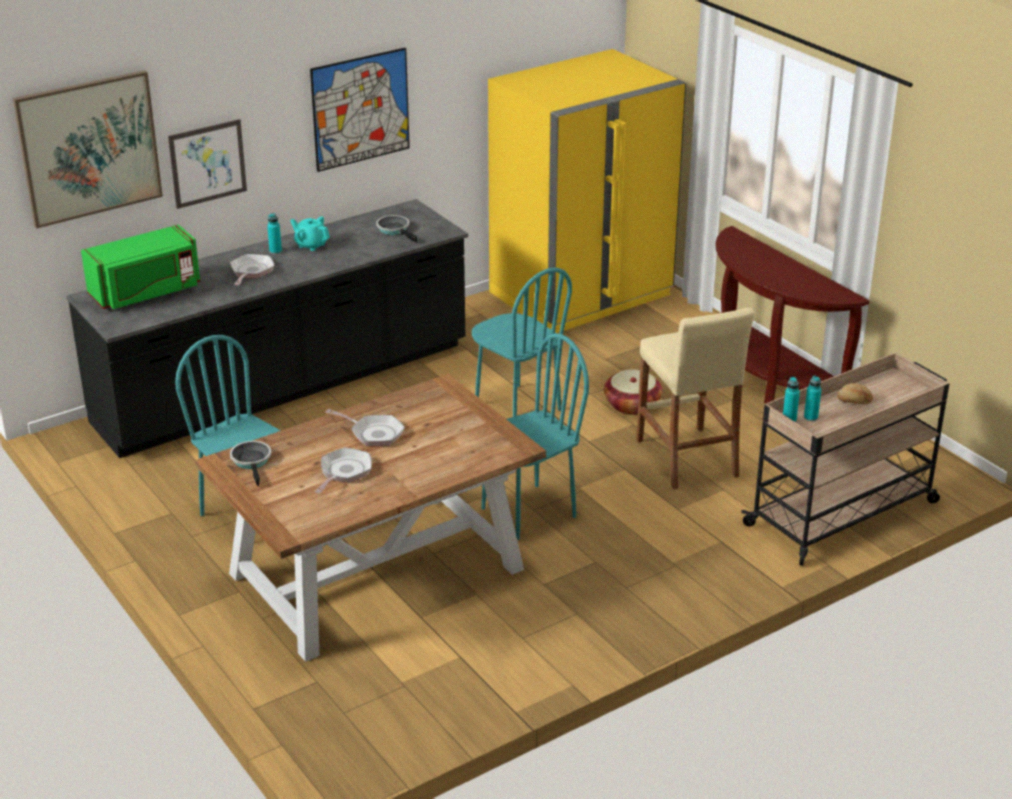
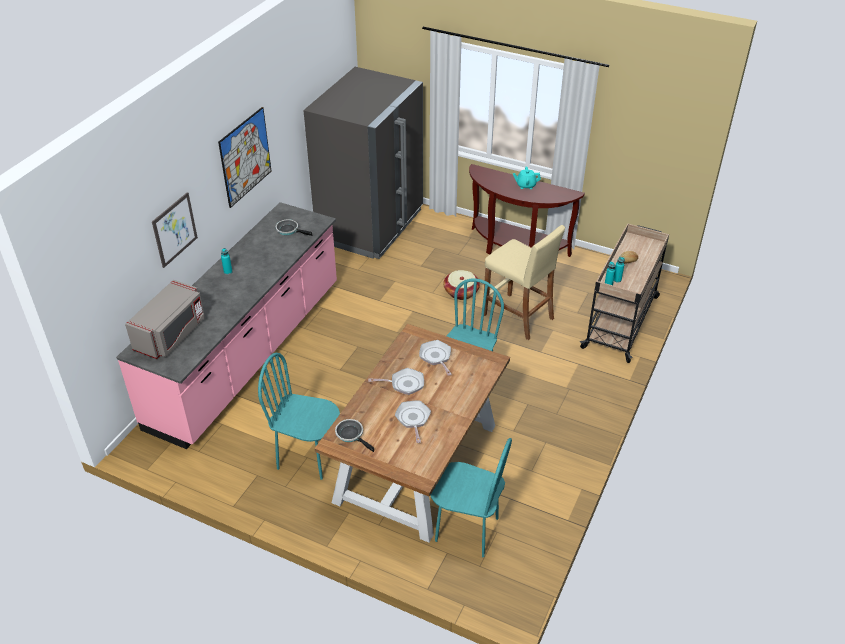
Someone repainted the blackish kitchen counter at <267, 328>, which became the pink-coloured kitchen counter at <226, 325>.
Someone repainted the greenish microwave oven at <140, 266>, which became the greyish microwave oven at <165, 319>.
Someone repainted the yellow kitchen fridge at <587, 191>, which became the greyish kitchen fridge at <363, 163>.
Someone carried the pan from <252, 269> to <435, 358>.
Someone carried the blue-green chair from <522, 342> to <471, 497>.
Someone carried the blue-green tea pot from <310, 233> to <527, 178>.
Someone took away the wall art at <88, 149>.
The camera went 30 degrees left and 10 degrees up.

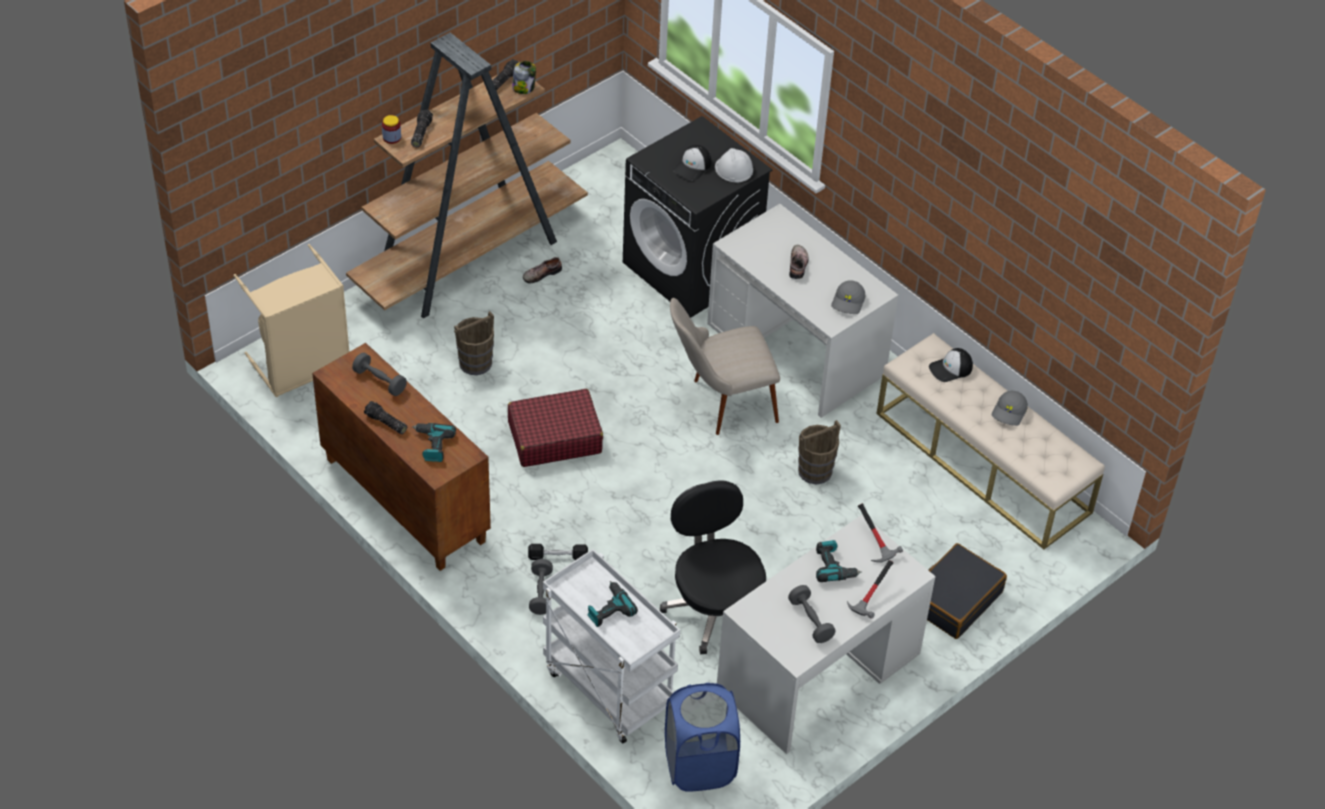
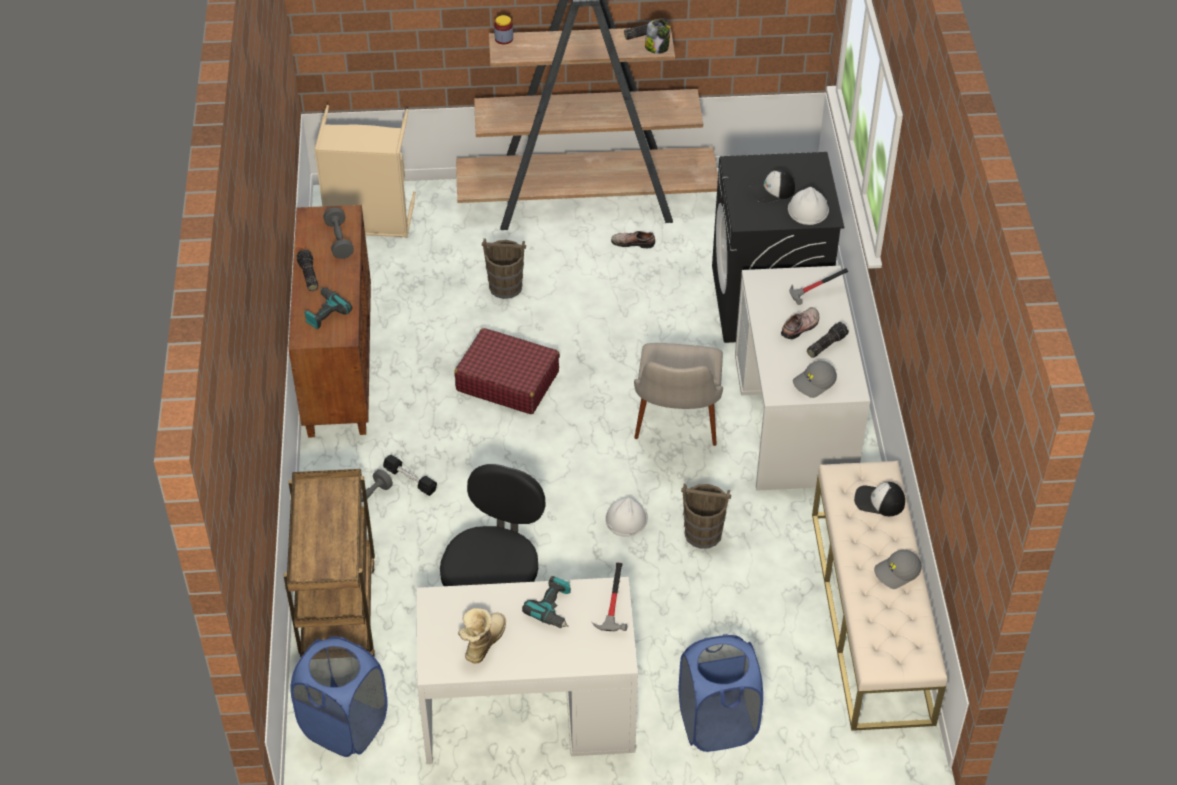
Someone repainted the whitish wheeled cart at <611, 646>, which became the brownish wheeled cart at <329, 563>.
Someone swapped the greyish hand weight at <812, 614> for the high-top boot at <482, 636>.
Someone put down the whitish hard hat at <626, 517>.
Someone rotated the beige chair at <725, 366> by 105 degrees counterclockwise.
Someone swapped the blackish suitcase at <967, 591> for the blue-coloured washing basket at <721, 693>.
Someone carried the tool hammer from <870, 589> to <818, 286>.
Someone carried the flashlight from <422, 128> to <828, 340>.
Someone took away the drill at <613, 604>.
The camera went 40 degrees right and 0 degrees up.

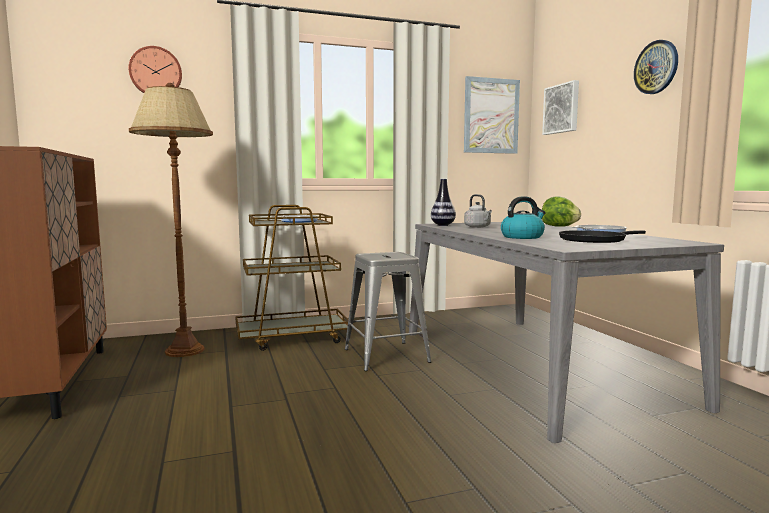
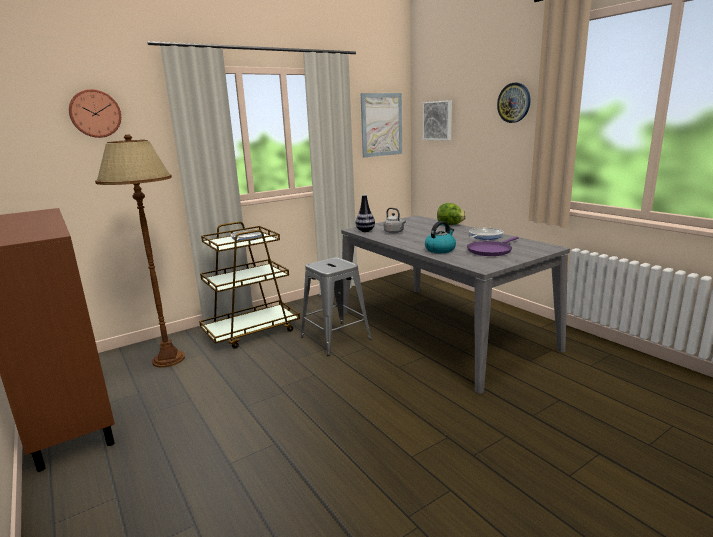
Someone repainted the blackish pan at <602, 236>, which became the purple pan at <493, 246>.
The camera went 15 degrees left and 10 degrees up.

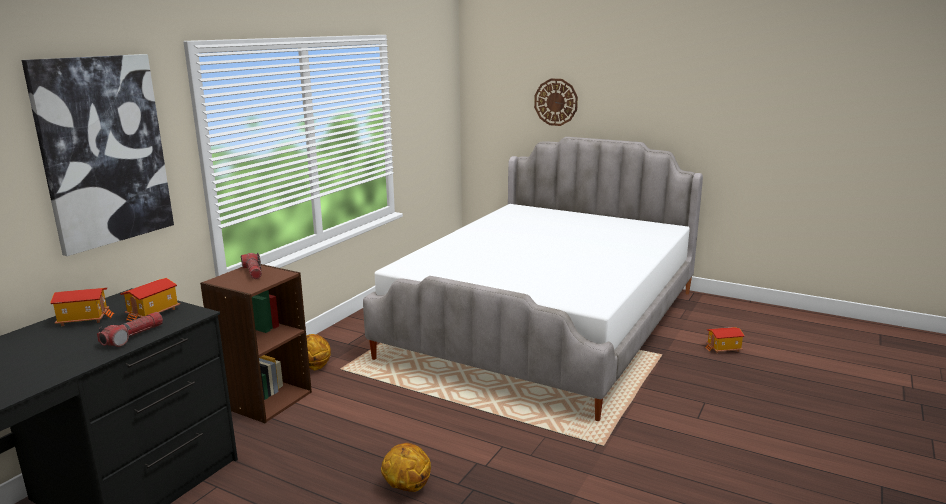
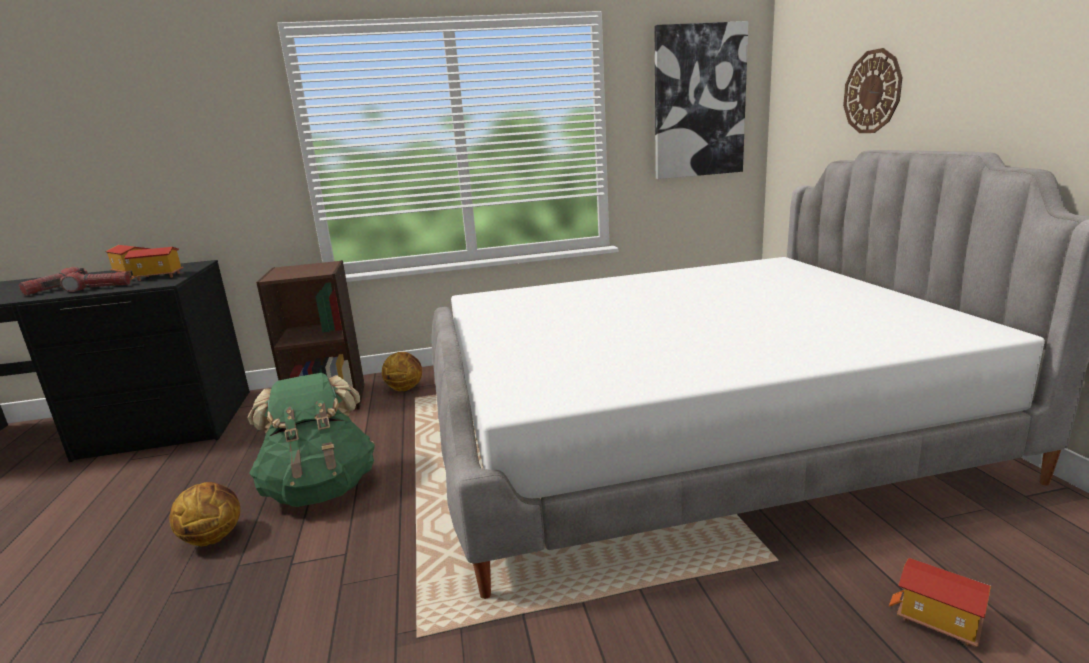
Someone carried the flashlight from <251, 265> to <53, 281>.
Someone put down the greenish rucksack at <311, 440>.
Someone carried the wall art from <98, 155> to <701, 100>.
The camera went 50 degrees right and 0 degrees up.

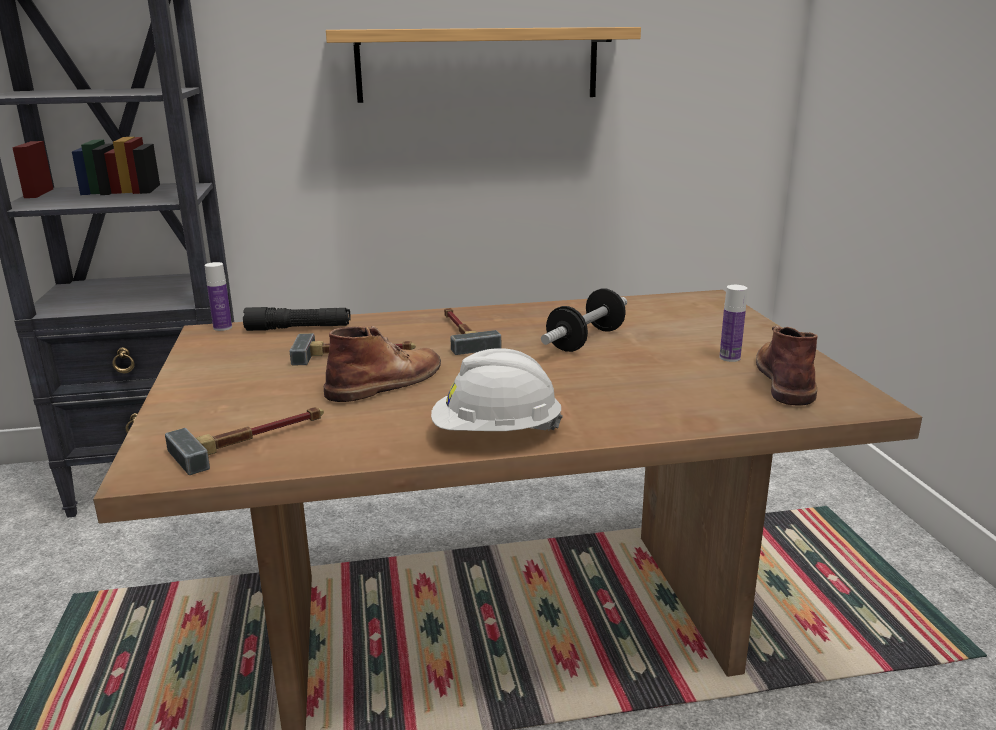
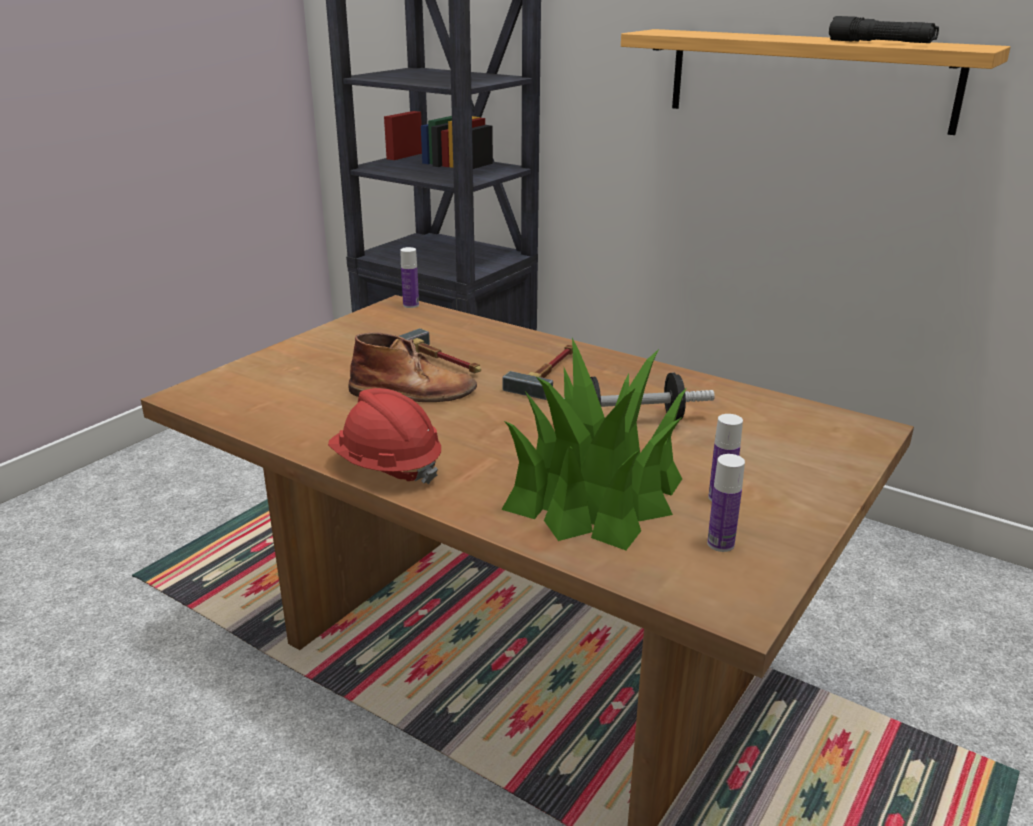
Someone repainted the whitish hard hat at <497, 389>, which became the red hard hat at <384, 436>.
Someone put down the plant in a pot at <593, 444>.
Someone swapped the brownish high-top boot at <787, 366> for the beverage bottle at <726, 503>.
Someone carried the blackish flashlight from <297, 319> to <884, 29>.
Someone took away the tool hammer at <244, 441>.
The camera went 45 degrees right and 5 degrees up.

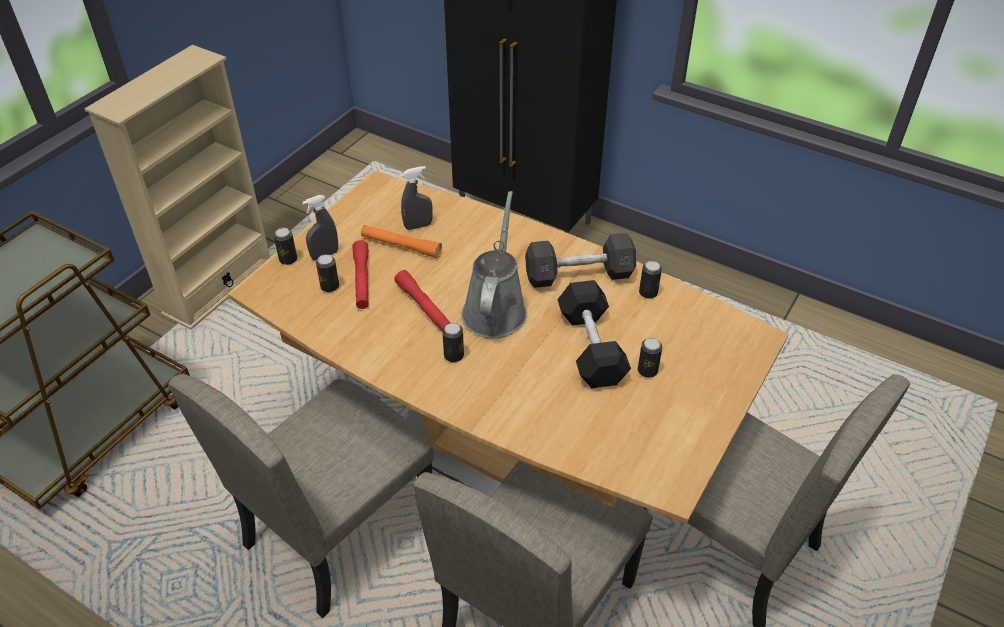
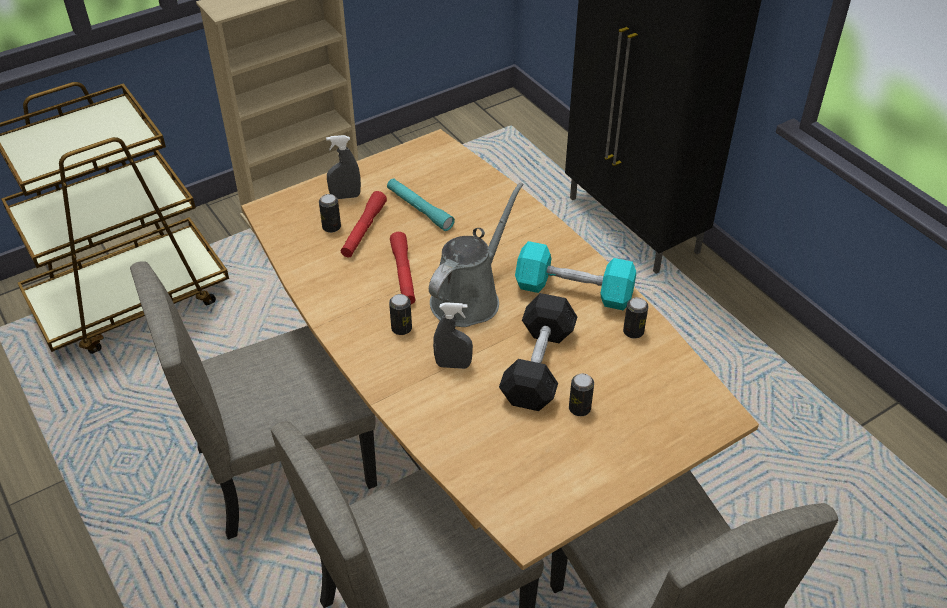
Someone repainted the orange-coloured flashlight at <401, 241>, which became the blue-green flashlight at <421, 204>.
Someone carried the greyish hand sprayer from <417, 198> to <453, 335>.
Someone repainted the greyish hand weight at <580, 260>, which became the blue-green hand weight at <575, 275>.
Someone took away the can at <285, 246>.
The camera went 25 degrees right and 0 degrees up.

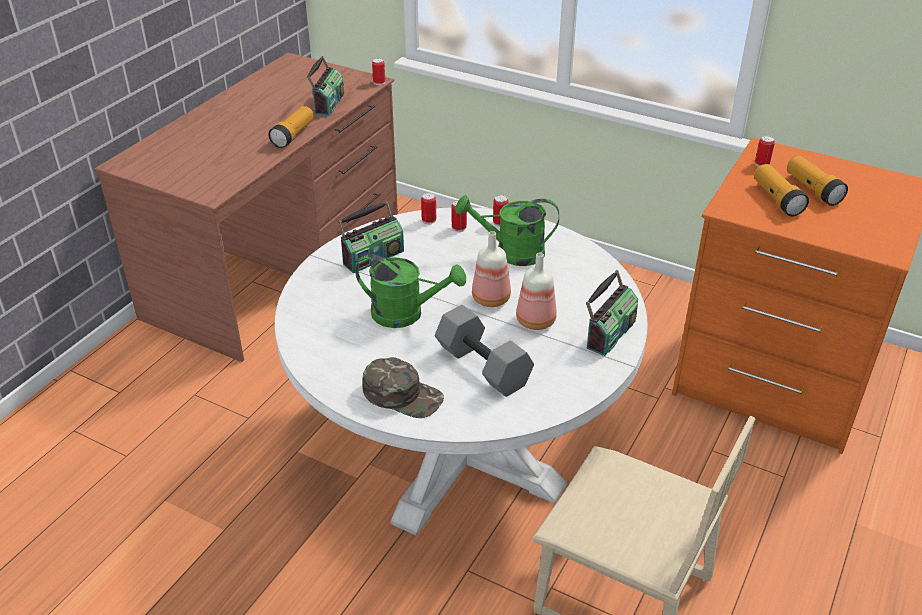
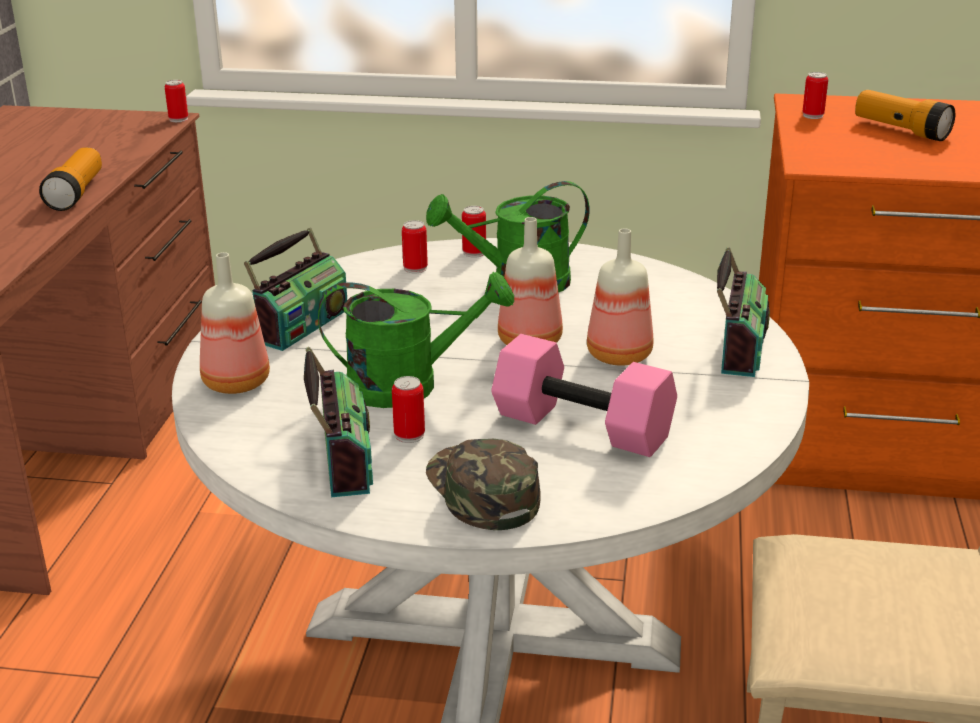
Someone put down the beverage bottle at <235, 323>.
Someone carried the radio set from <325, 86> to <338, 422>.
Someone carried the can from <428, 208> to <408, 409>.
Someone rotated the greenish baseball cap at <403, 387> by 120 degrees counterclockwise.
Someone repainted the greyish hand weight at <484, 351>, which became the pink-coloured hand weight at <584, 395>.
Someone took away the flashlight at <781, 190>.
The camera went 20 degrees left and 10 degrees down.

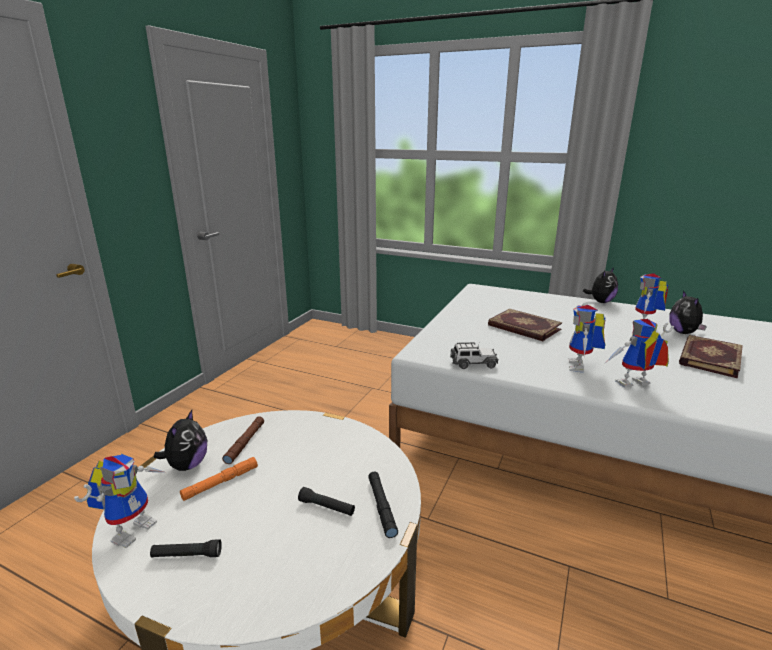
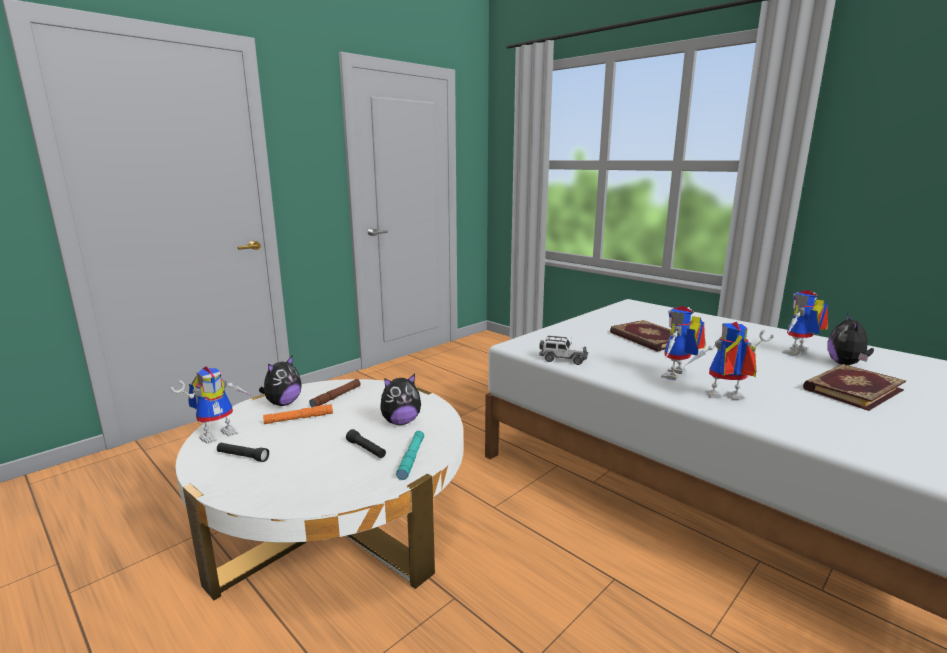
Someone carried the cuddly toy from <600, 285> to <400, 399>.
Someone repainted the blackish flashlight at <383, 505>, which became the blue-green flashlight at <410, 455>.
The camera went 20 degrees right and 5 degrees down.

